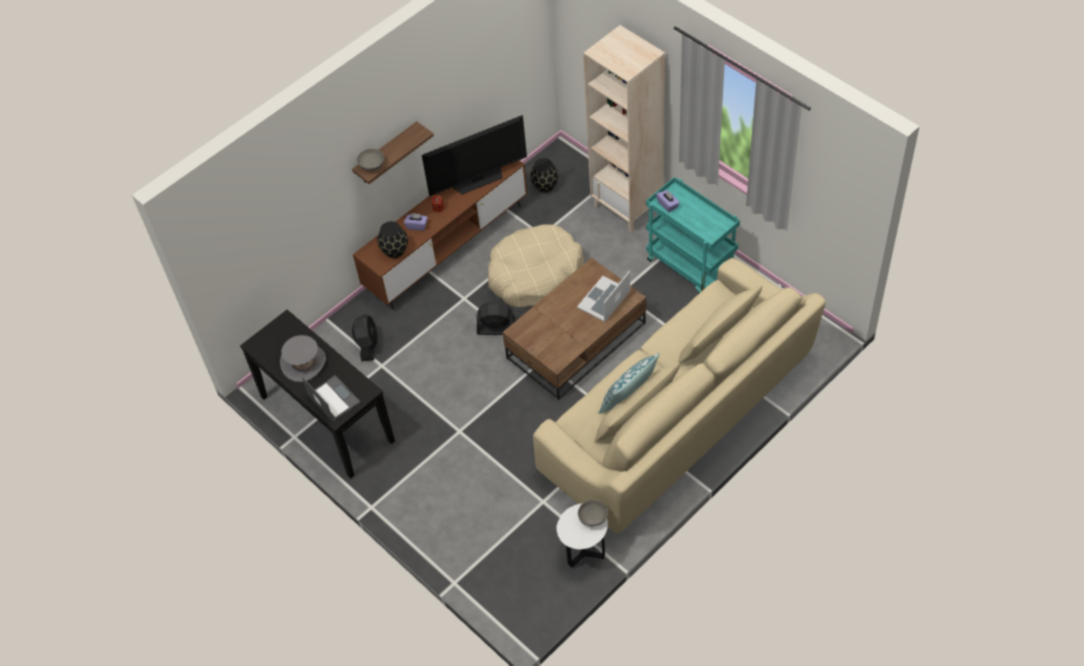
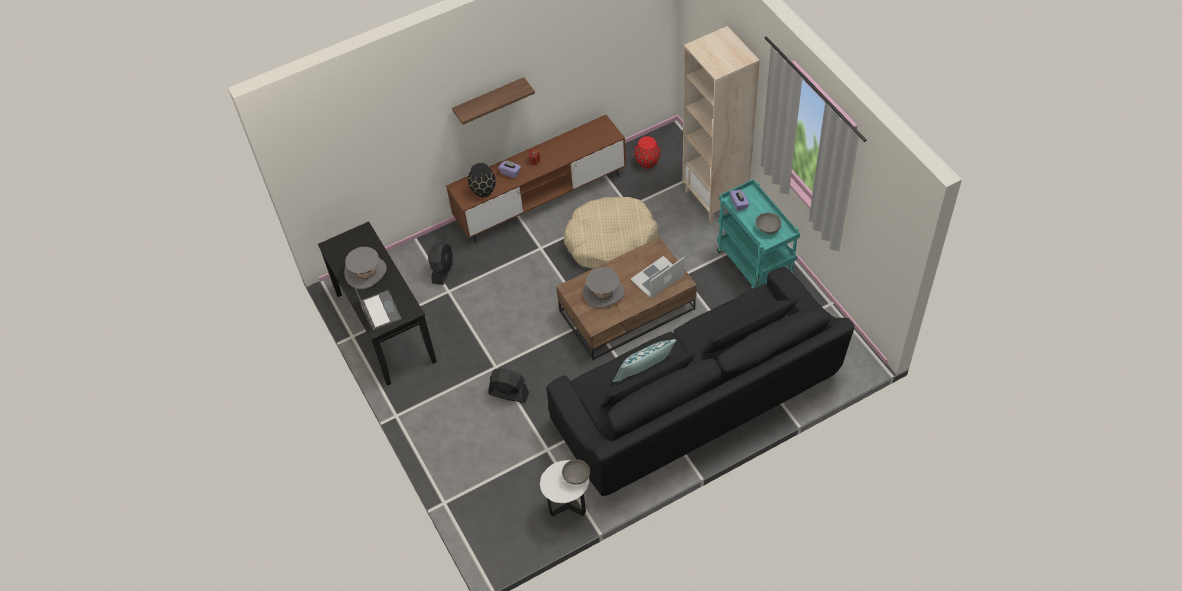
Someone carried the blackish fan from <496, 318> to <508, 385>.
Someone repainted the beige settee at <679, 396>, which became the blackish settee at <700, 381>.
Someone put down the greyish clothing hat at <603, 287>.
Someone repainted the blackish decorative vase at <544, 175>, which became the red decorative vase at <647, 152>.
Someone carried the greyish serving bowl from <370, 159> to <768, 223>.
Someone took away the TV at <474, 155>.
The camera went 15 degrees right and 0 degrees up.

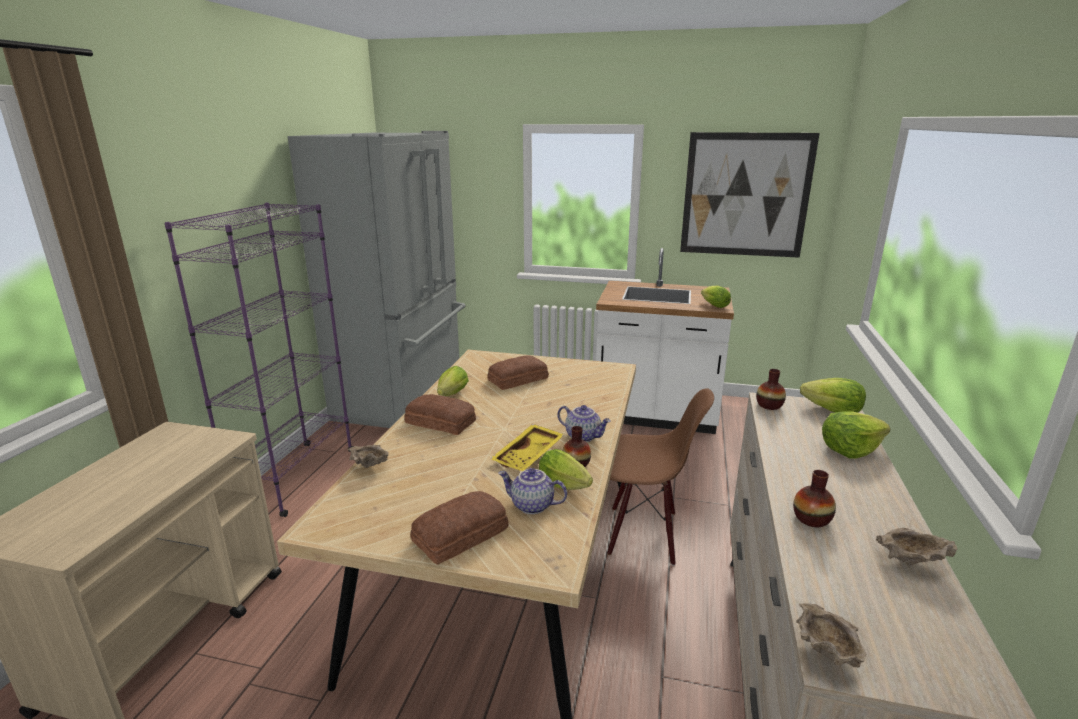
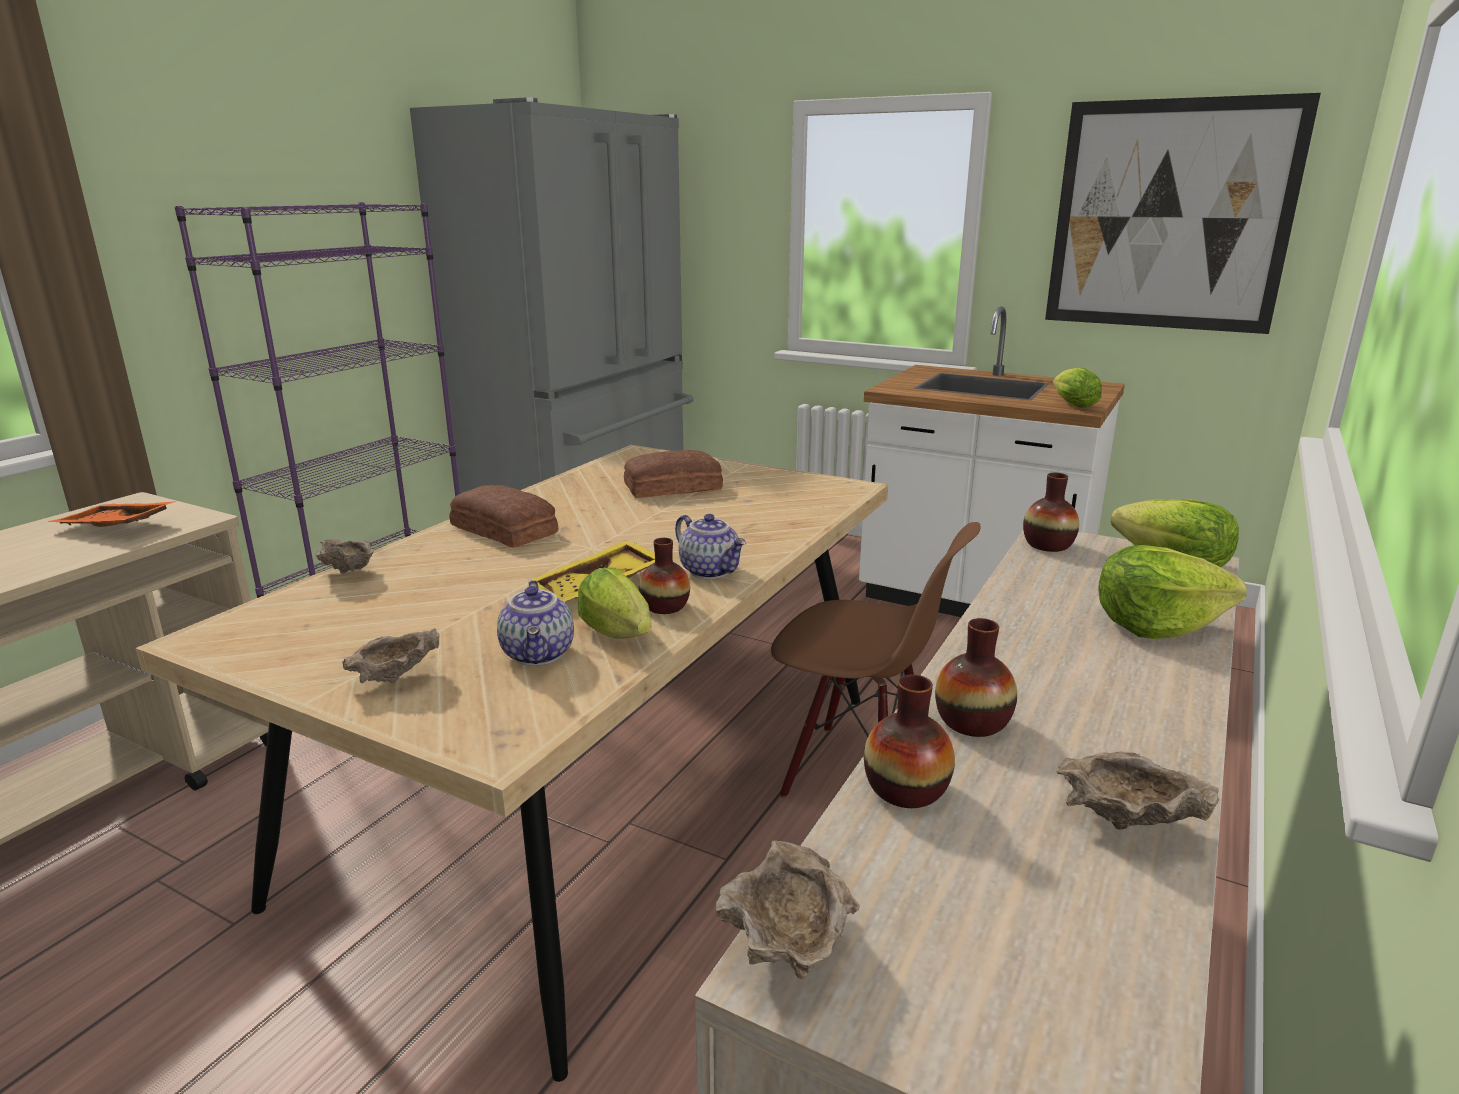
Someone put down the orange-coloured serving tray at <112, 514>.
Someone swapped the bakery bread at <459, 528> for the beige serving bowl at <390, 656>.
Someone rotated the tea pot at <533, 491> by 135 degrees counterclockwise.
Someone put down the decorative vase at <909, 741>.
Someone took away the lettuce at <453, 381>.
The camera went 15 degrees right and 0 degrees up.

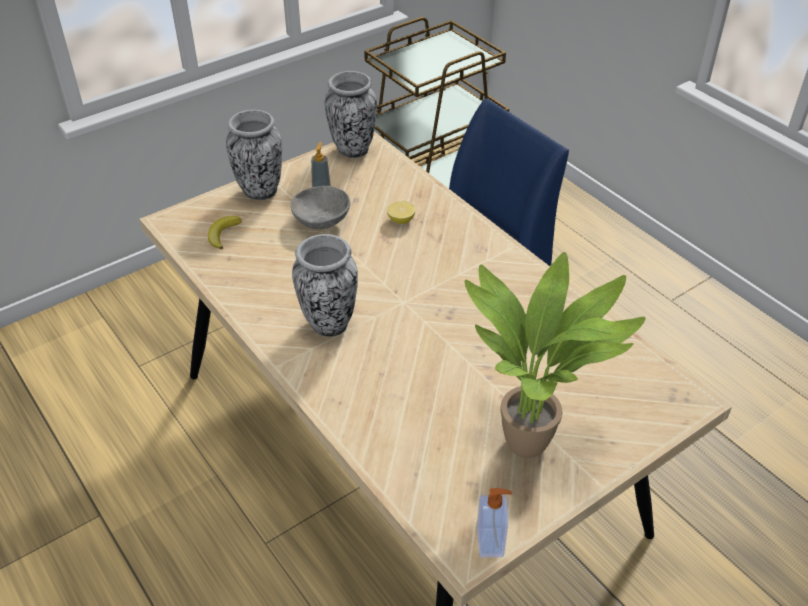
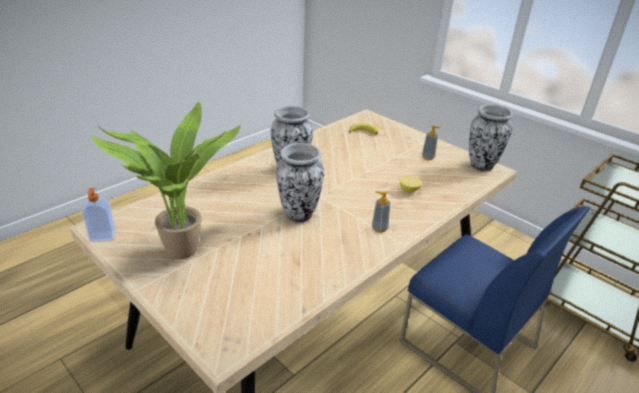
Someone carried the decorative vase from <254, 155> to <300, 183>.
Someone put down the soap bottle at <381, 212>.
Someone took away the greyish serving bowl at <320, 207>.
The camera went 80 degrees right and 10 degrees down.

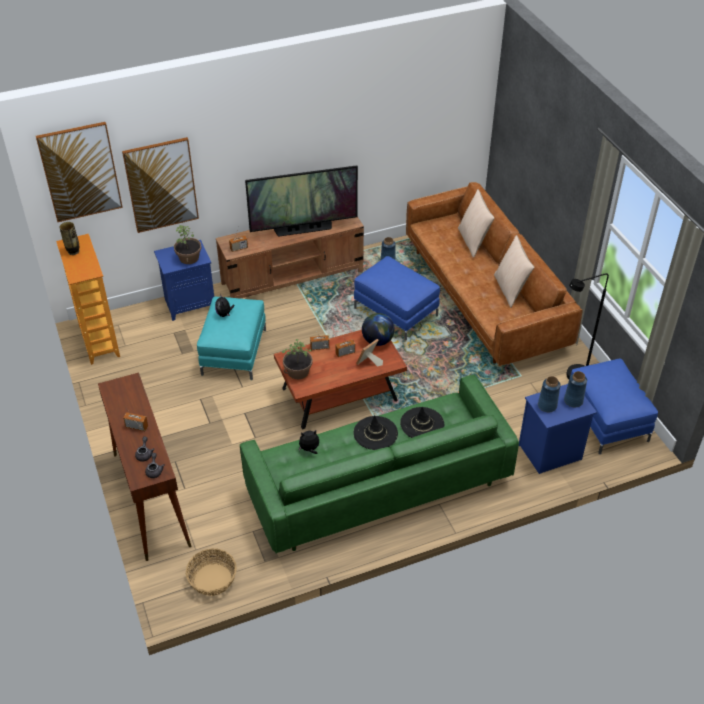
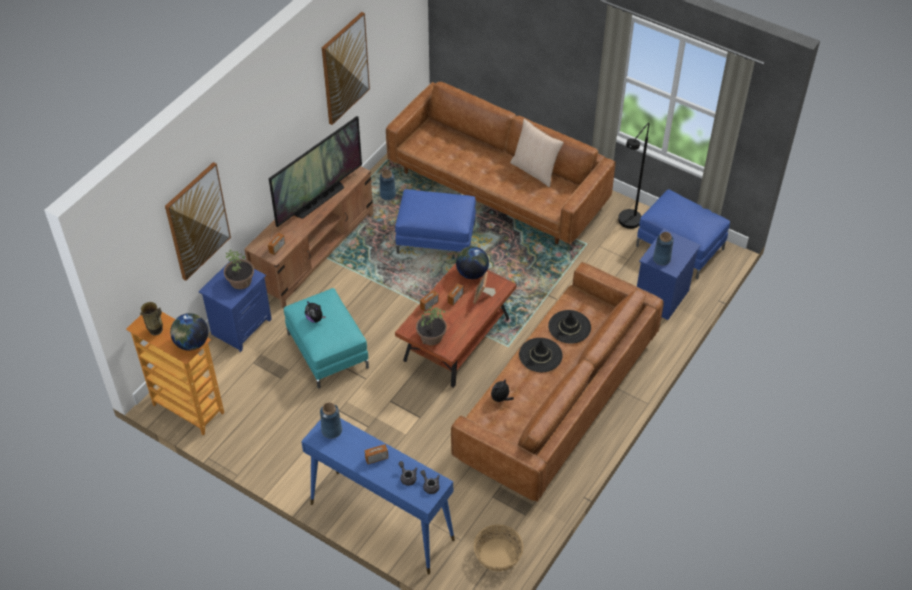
Someone put down the world globe at <189, 332>.
Someone repainted the brownish console table at <144, 466>, which became the blue-coloured console table at <378, 496>.
Someone carried the blue-coloured decorative vase from <575, 389> to <331, 420>.
Someone carried the wall art from <79, 172> to <346, 68>.
Someone repainted the greenish settee at <379, 464>, which became the brownish settee at <557, 382>.
Someone took away the beige cushion at <476, 223>.
The camera went 35 degrees left and 5 degrees up.

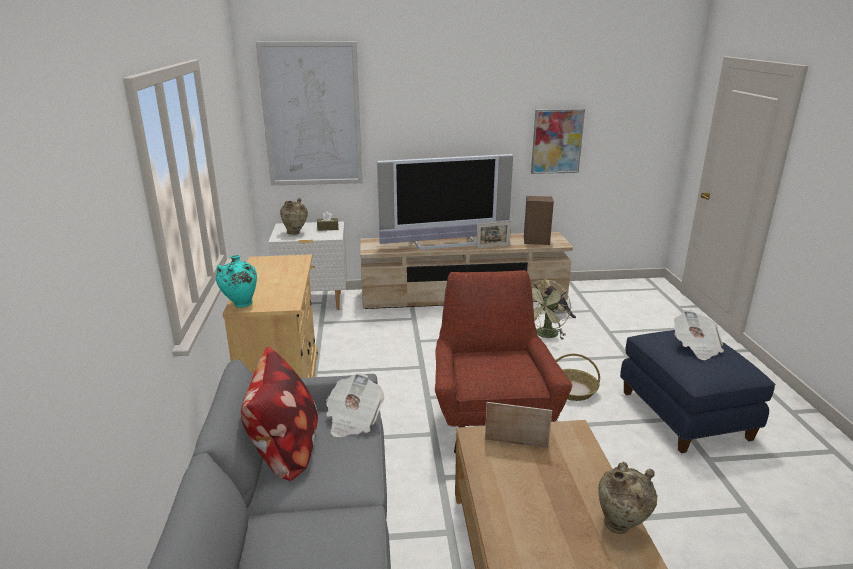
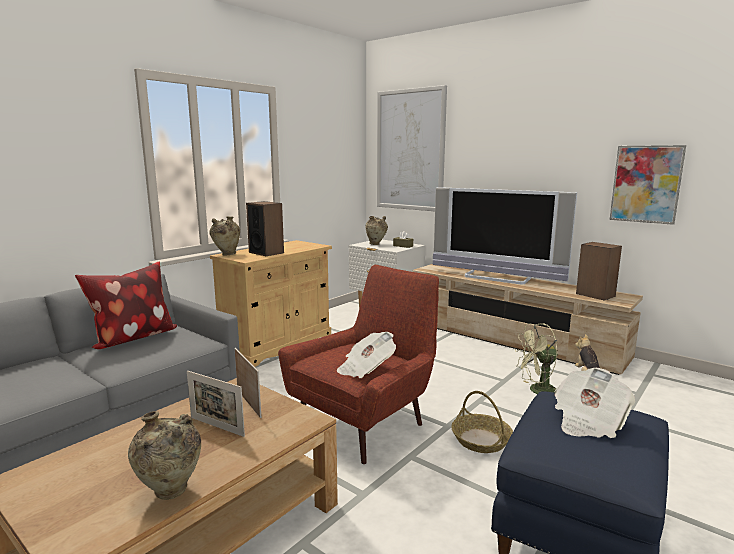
Someone carried the picture frame from <493, 235> to <216, 403>.
Someone repainted the blue-green decorative vase at <236, 281>, which became the beige decorative vase at <224, 235>.
Someone put down the speaker at <265, 228>.
Someone carried the newspaper from <355, 405> to <366, 355>.
The camera went 45 degrees right and 10 degrees down.

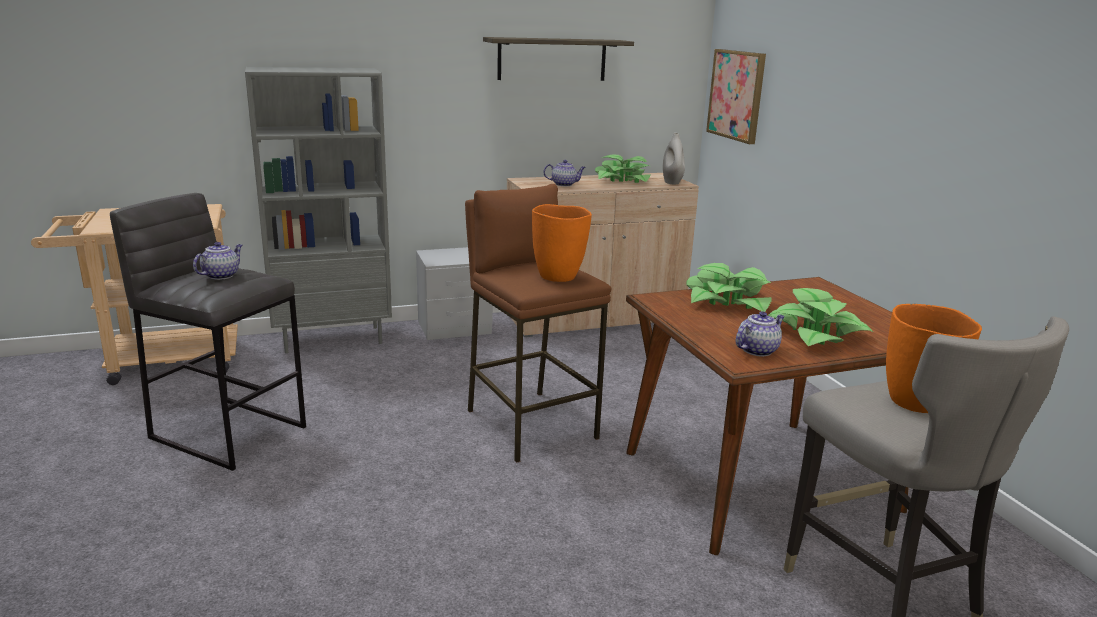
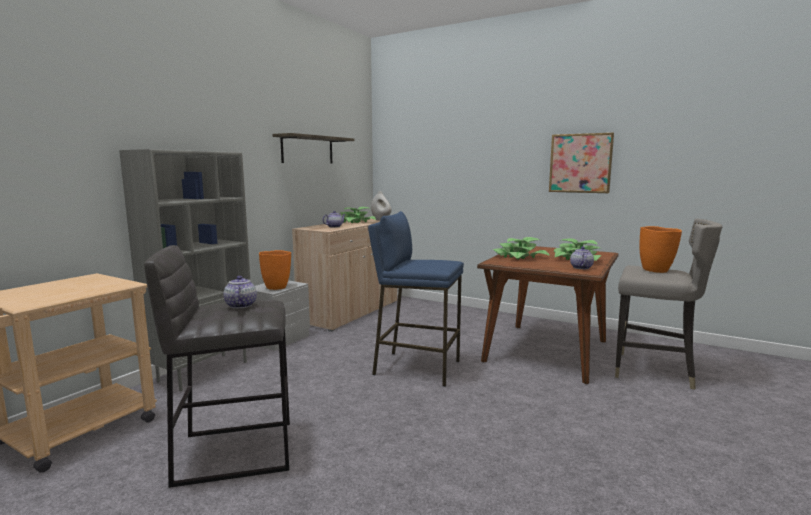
Someone carried the orange-coloured decorative vase from <562, 243> to <275, 270>.
Someone repainted the brownish stool seat at <538, 323>, which became the blue-coloured stool seat at <416, 299>.
Someone carried the wall art from <736, 96> to <581, 163>.
The camera went 40 degrees left and 10 degrees down.

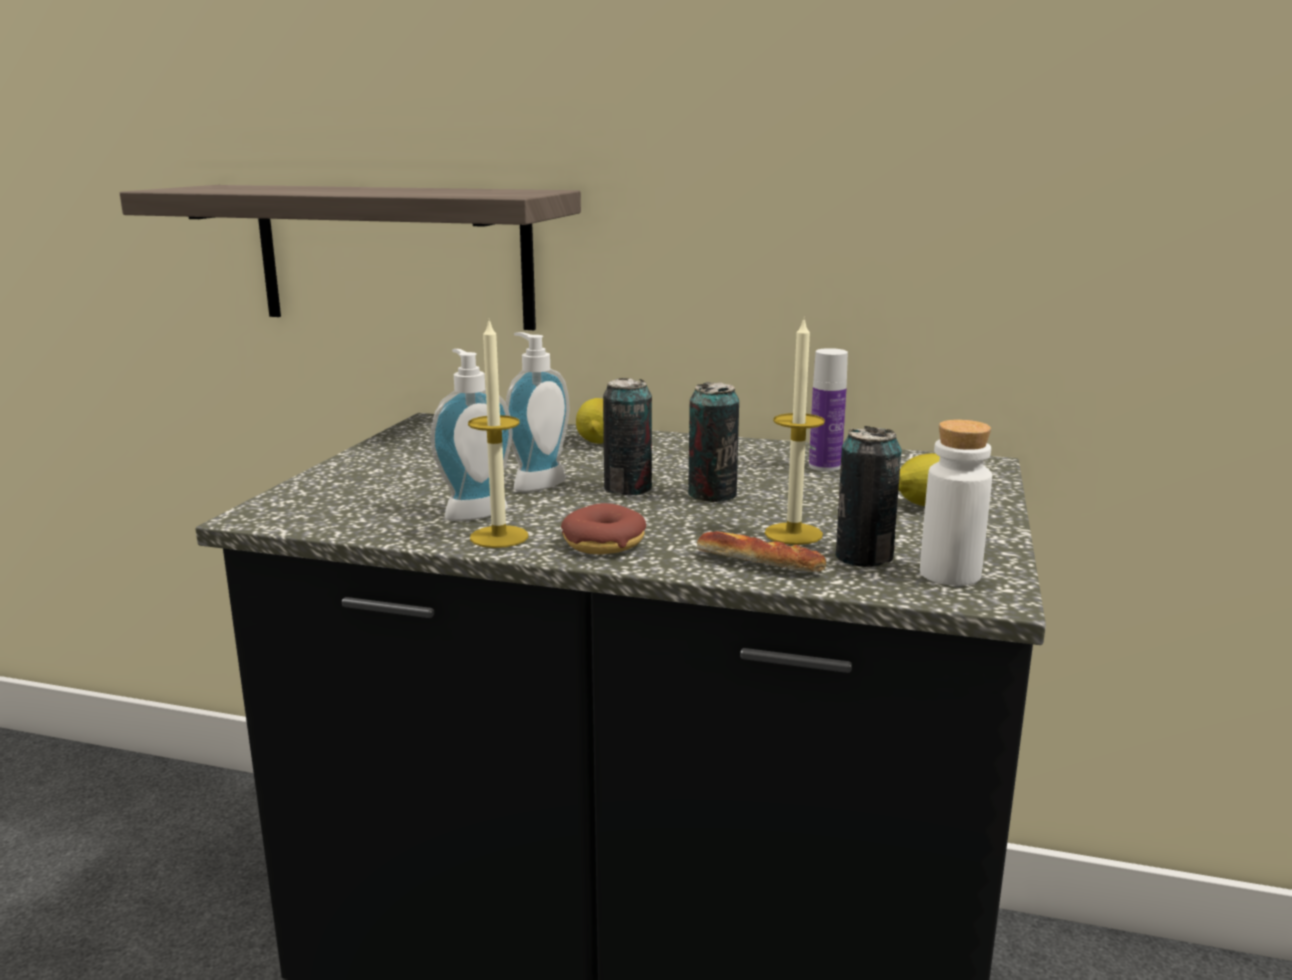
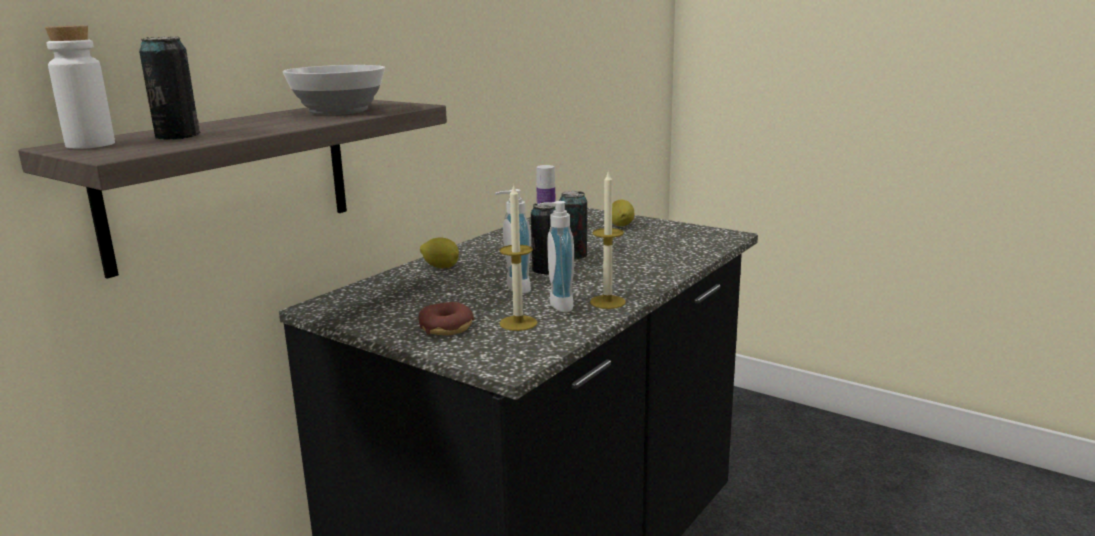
Someone carried the whitish beverage bottle from <956, 503> to <80, 87>.
Someone carried the can from <868, 496> to <170, 88>.
Someone put down the serving bowl at <334, 90>.
Someone carried the ring doughnut from <603, 529> to <446, 318>.
Someone carried the wax candle from <794, 432> to <518, 258>.
Someone took away the bakery bread at <761, 551>.
The camera went 70 degrees left and 0 degrees up.

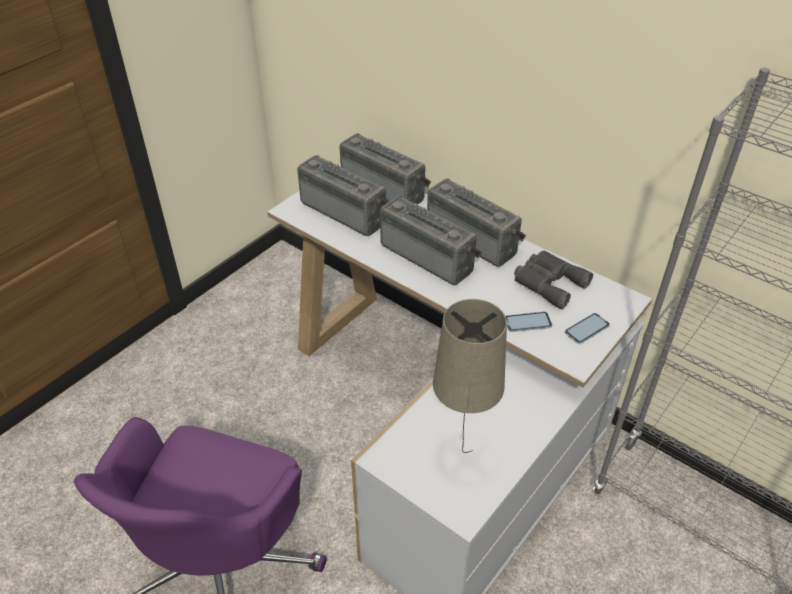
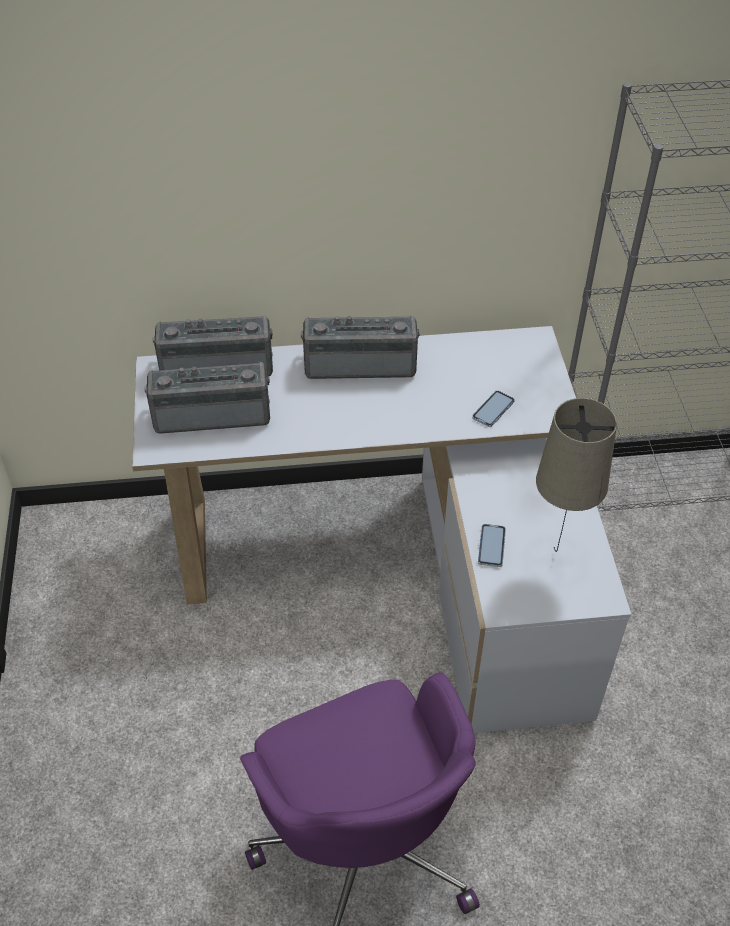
Someone carried the phone from <587, 328> to <492, 545>.
Someone took away the radio set at <431, 240>.
Someone took away the greyish field glasses at <553, 280>.
The camera went 45 degrees left and 5 degrees up.

